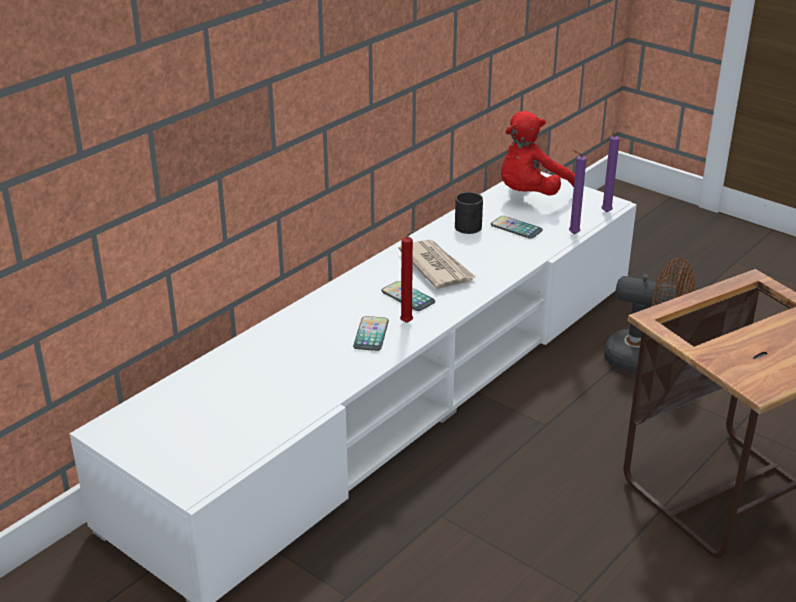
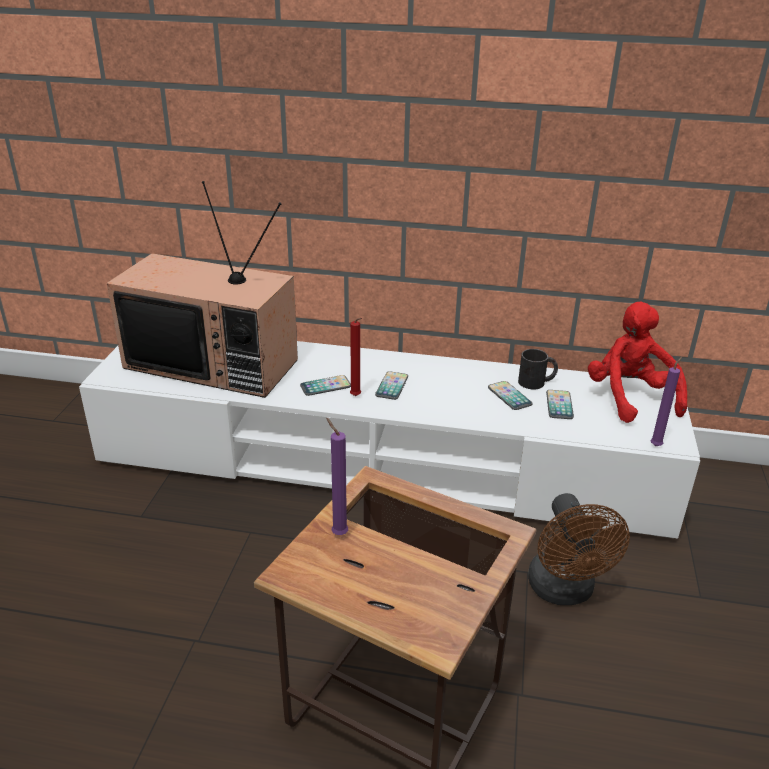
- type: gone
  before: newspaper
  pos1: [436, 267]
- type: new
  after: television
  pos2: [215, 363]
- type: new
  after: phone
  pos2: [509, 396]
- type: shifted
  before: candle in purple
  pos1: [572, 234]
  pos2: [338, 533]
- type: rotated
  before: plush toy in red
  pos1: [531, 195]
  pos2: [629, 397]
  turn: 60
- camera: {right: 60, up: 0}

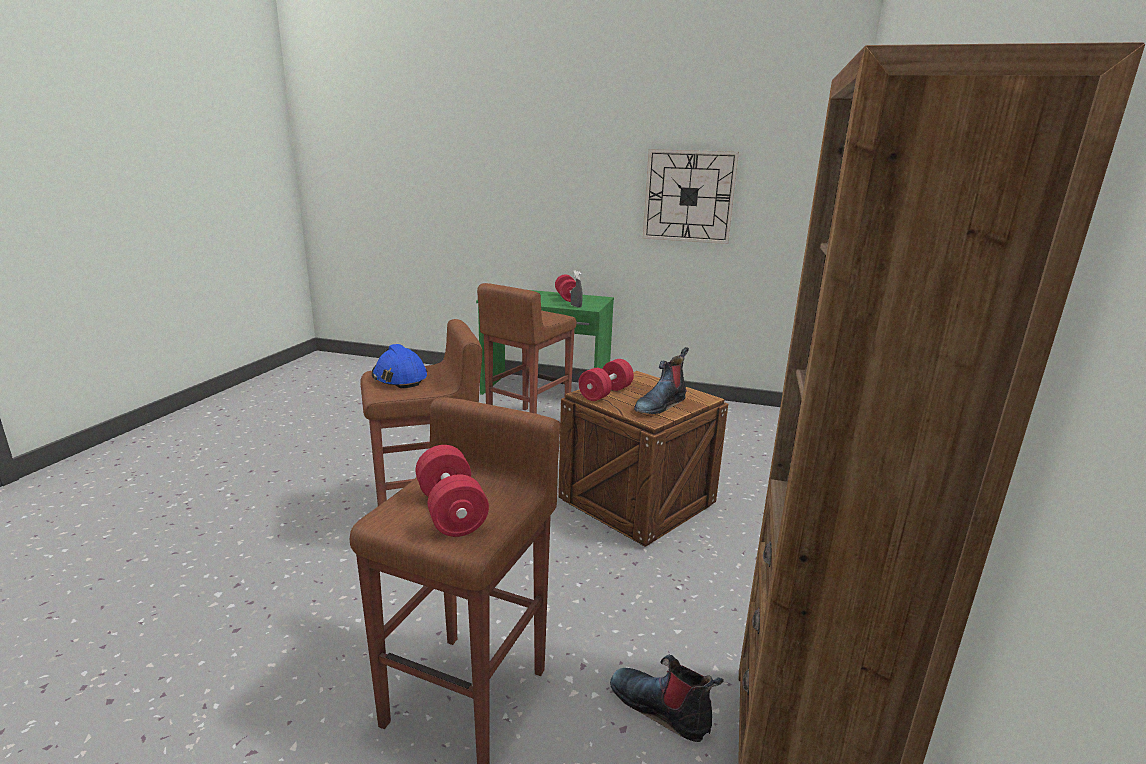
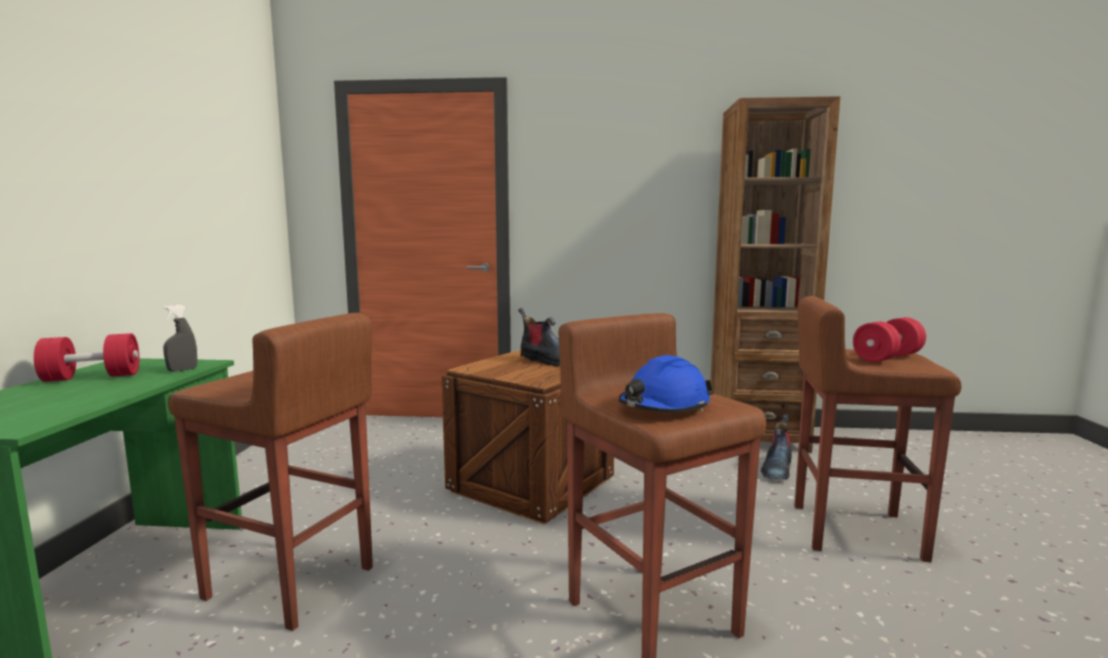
- type: gone
  before: dumbbell in red
  pos1: [605, 393]
- type: gone
  before: wall clock
  pos1: [689, 196]
- camera: {right: -100, up: -10}

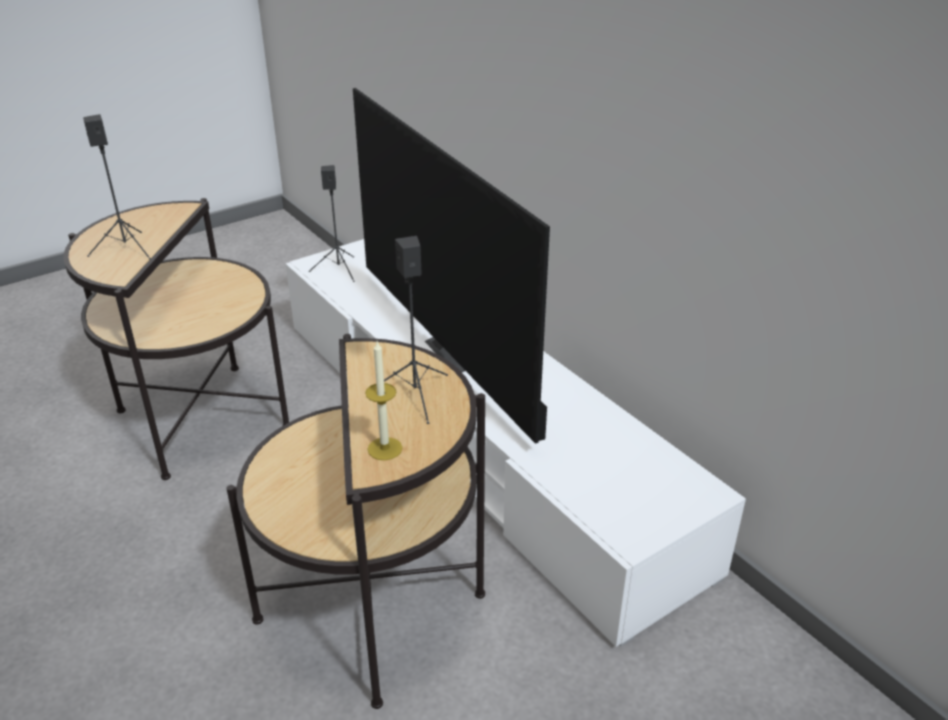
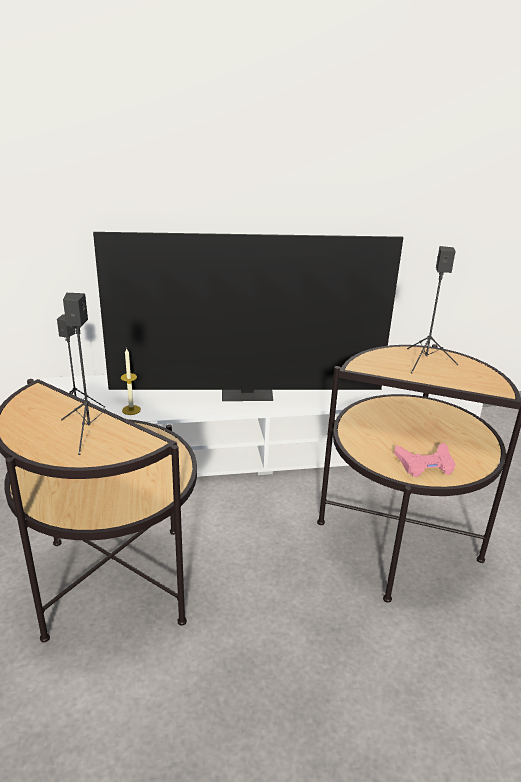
- type: new
  after: game controller in pink
  pos2: [425, 464]
- type: shifted
  before: candle
  pos1: [385, 448]
  pos2: [131, 410]
- camera: {right: -65, up: -5}

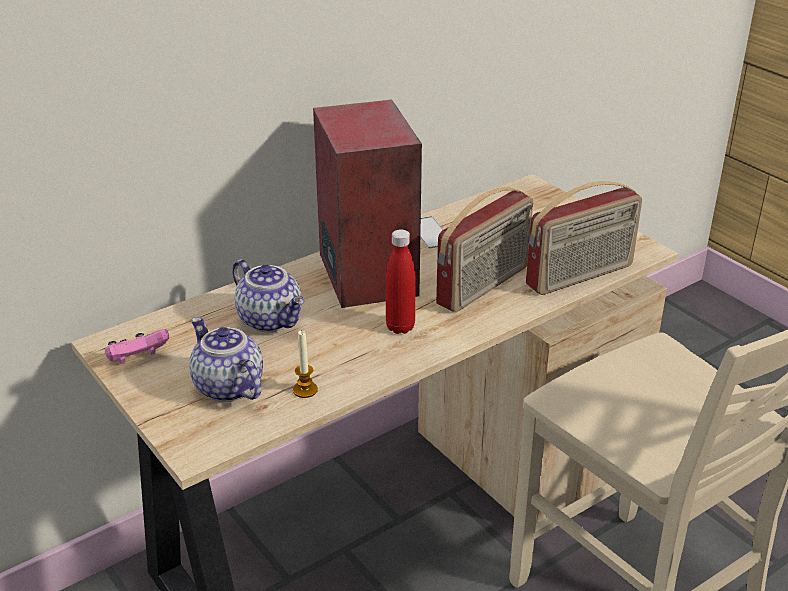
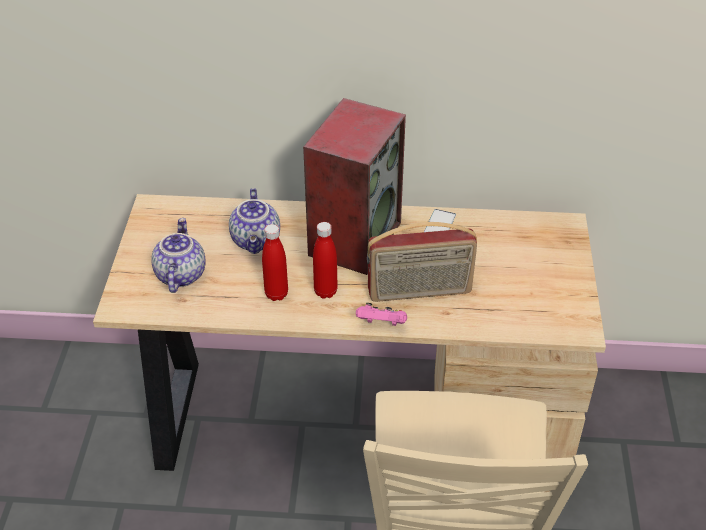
- type: gone
  before: candle
  pos1: [305, 390]
- type: gone
  before: radio
  pos1: [580, 276]
- type: new
  after: bottle in red
  pos2: [276, 294]
- type: shifted
  before: game controller in pink
  pos1: [138, 360]
  pos2: [381, 324]
- camera: {right: 40, up: 10}

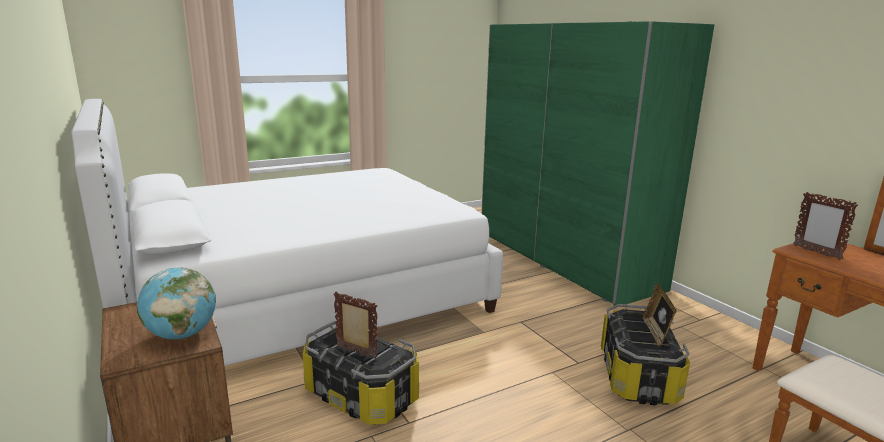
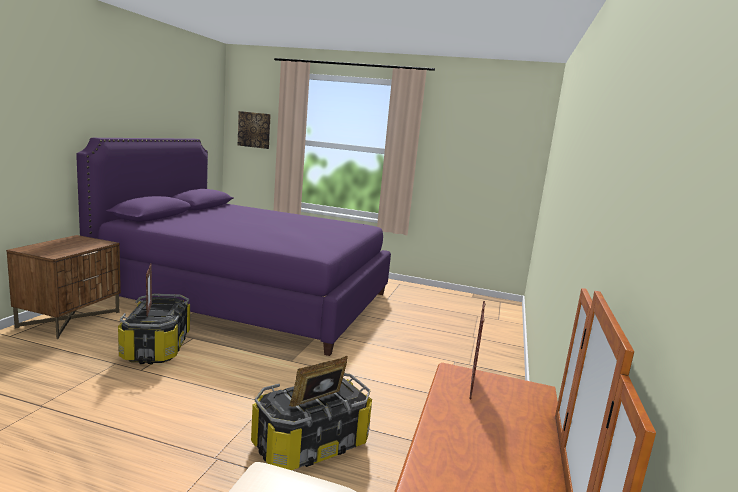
- type: gone
  before: globe
  pos1: [182, 335]
- type: gone
  before: wardrobe in green
  pos1: [563, 259]
- type: new
  after: picture
  pos2: [254, 130]
- type: repainted
  before: bed in white
  after: bed in purple
  pos1: [303, 299]
  pos2: [249, 297]
- camera: {right: 45, up: -5}

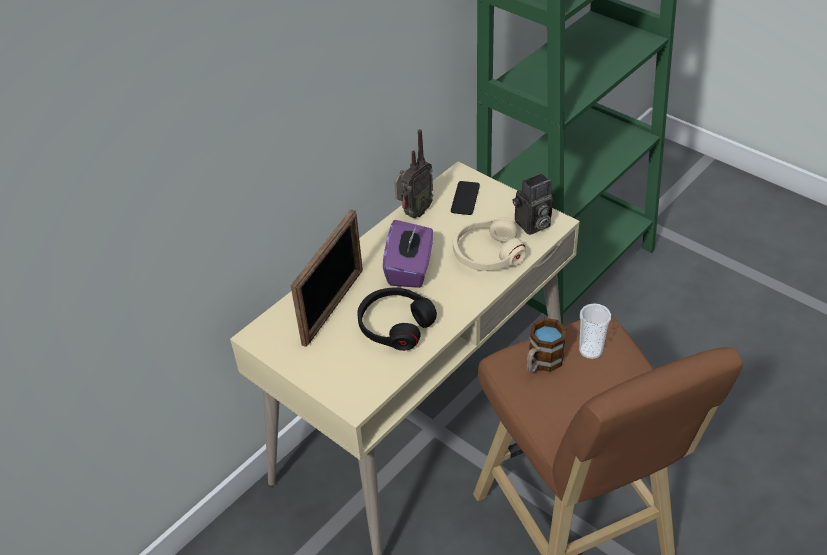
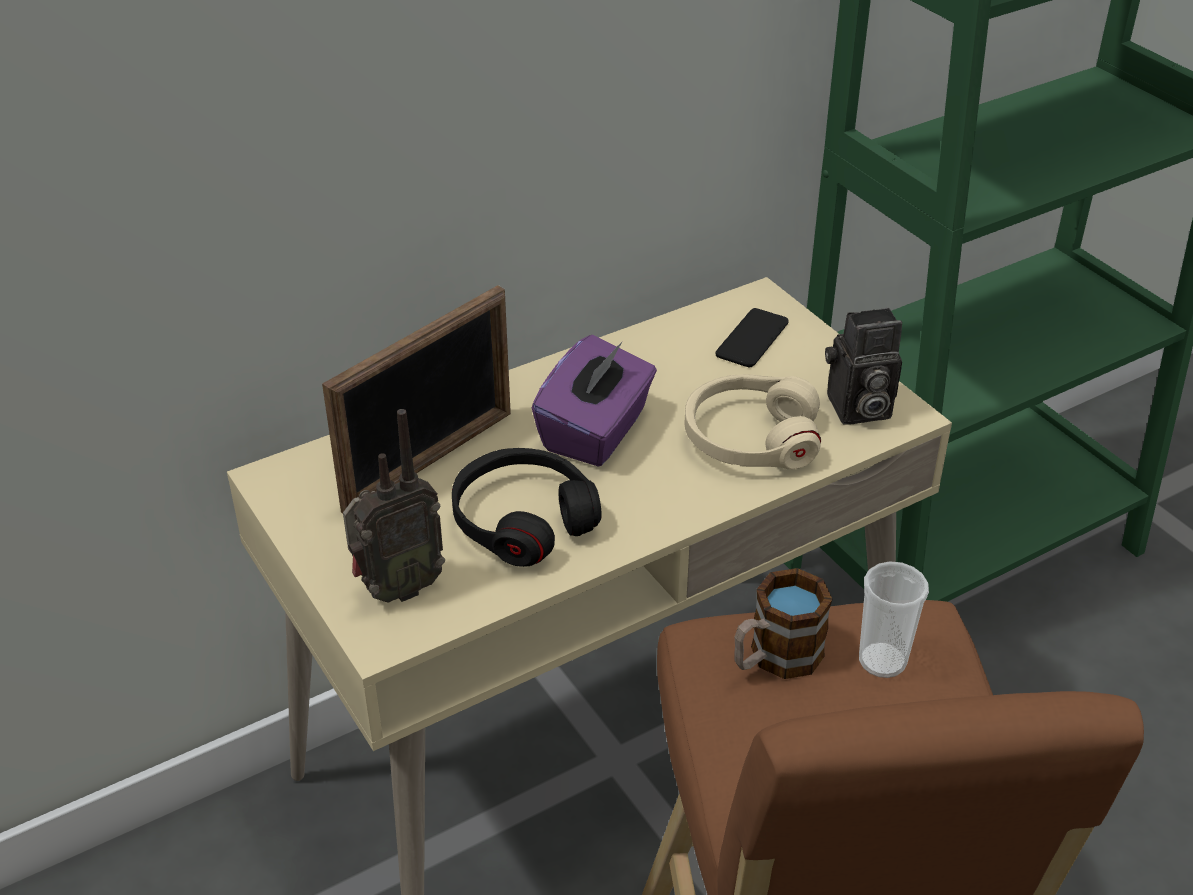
- type: shifted
  before: radio
  pos1: [414, 213]
  pos2: [396, 589]
- camera: {right: 15, up: -5}

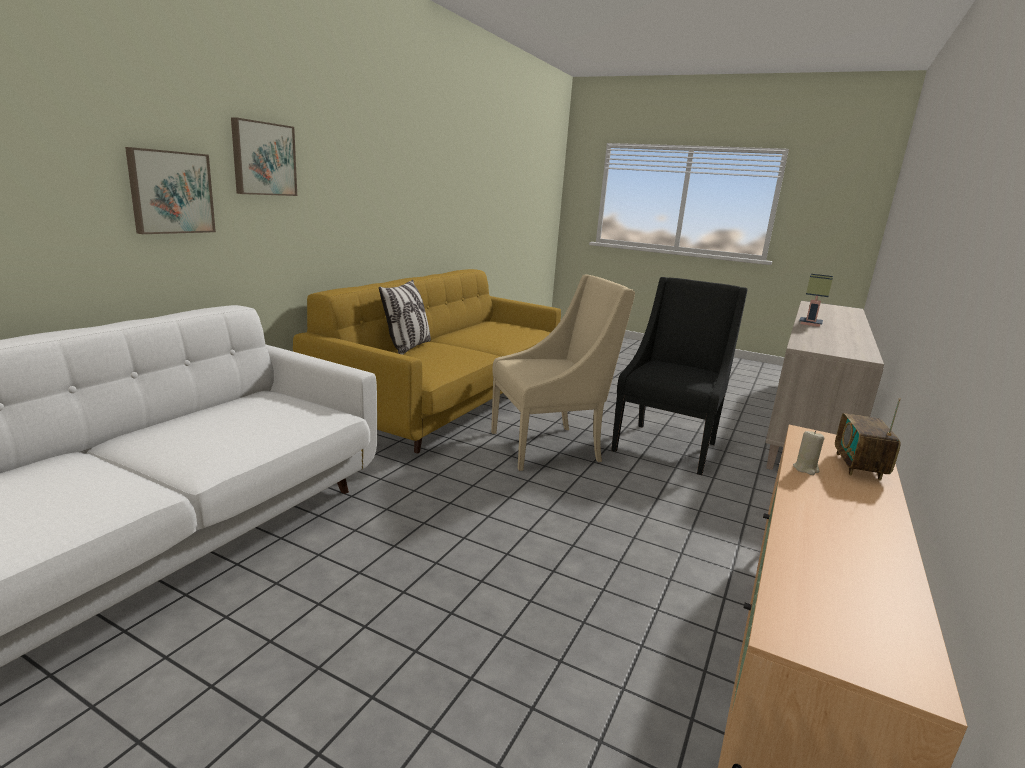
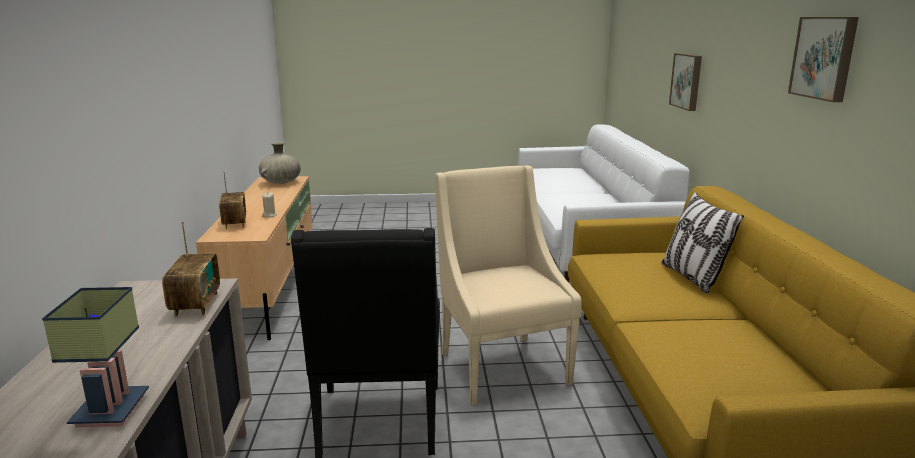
- type: new
  after: radio
  pos2: [195, 304]
- type: new
  after: vase in beige
  pos2: [280, 182]
- type: shifted
  before: picture
  pos1: [263, 159]
  pos2: [825, 58]
- type: rotated
  before: armchair in beige
  pos1: [548, 446]
  pos2: [500, 366]
  turn: 120
- camera: {right: 150, up: 0}

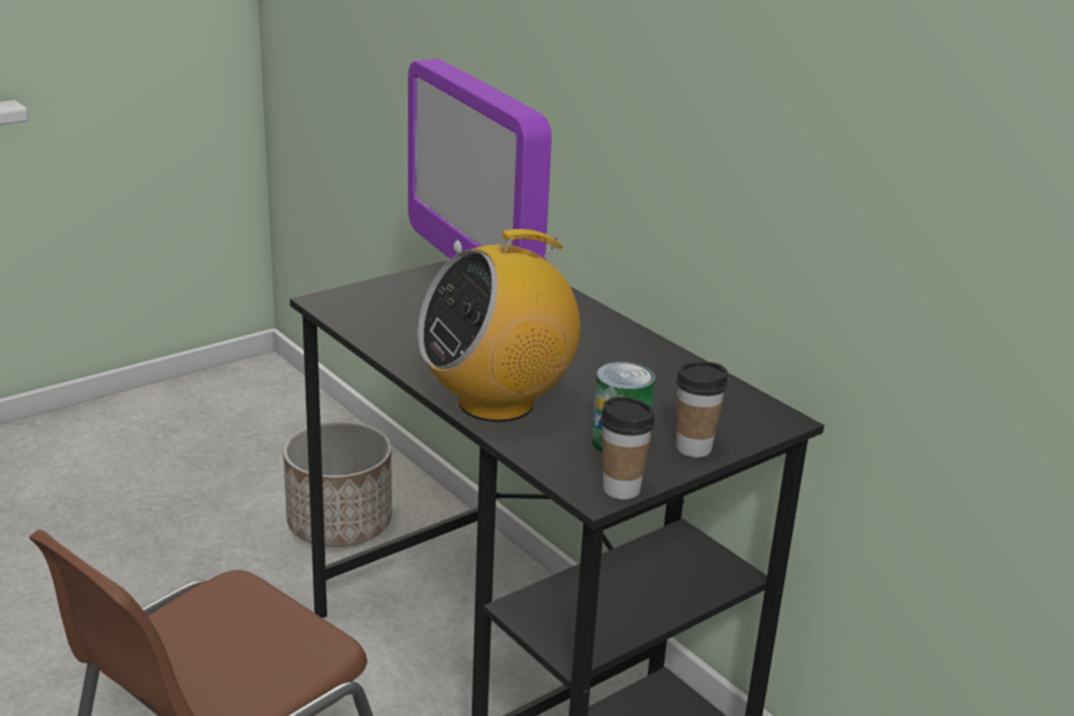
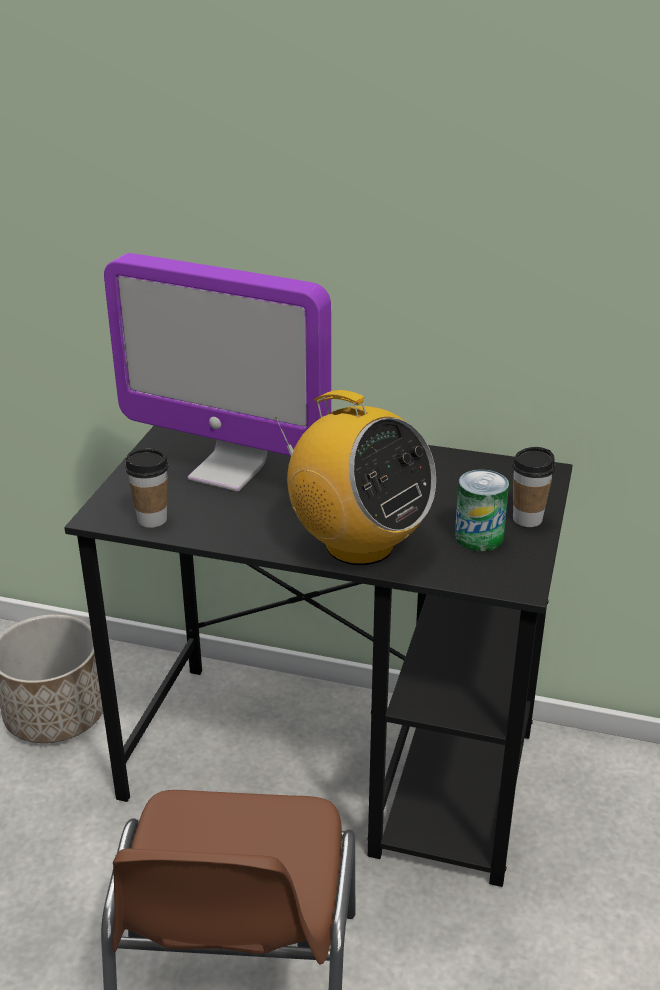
- type: shifted
  before: cup
  pos1: [621, 489]
  pos2: [152, 519]
- type: rotated
  before: radio
  pos1: [497, 402]
  pos2: [358, 545]
  turn: -75
- camera: {right: -35, up: 5}

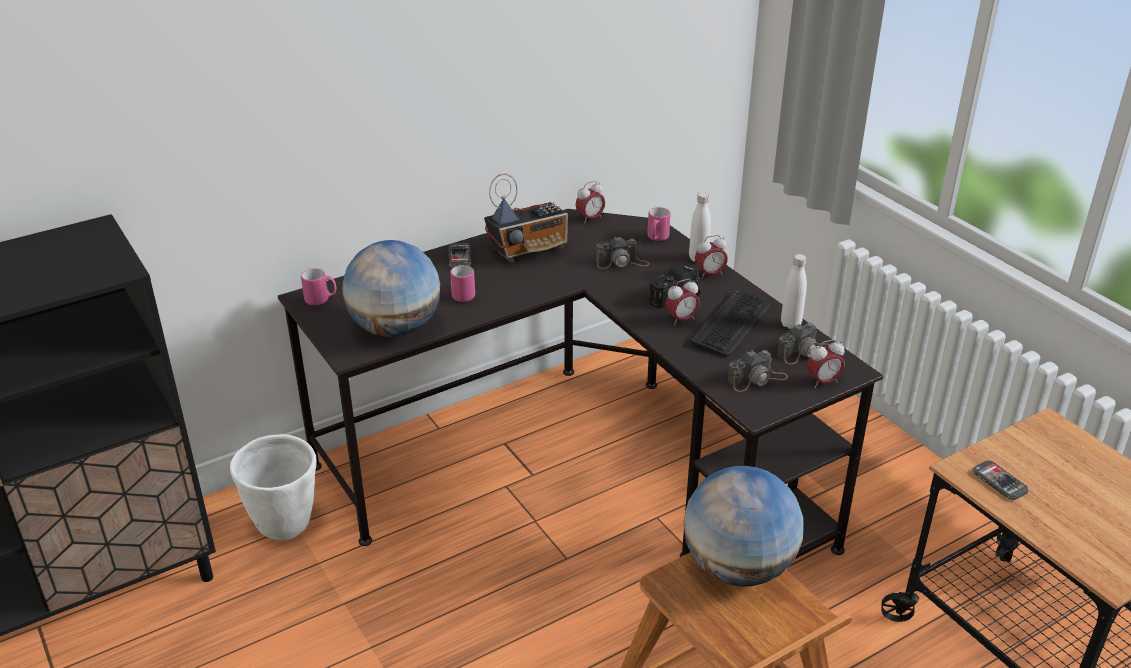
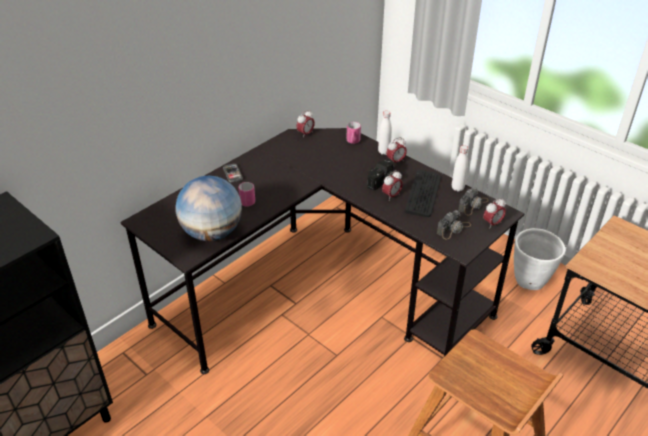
- type: gone
  before: mug in pink
  pos1: [321, 300]
- type: gone
  before: radio
  pos1: [529, 250]
- type: gone
  before: photo camera
  pos1: [622, 262]
- type: gone
  before: globe
  pos1: [738, 567]
- type: gone
  before: phone
  pos1: [999, 481]
- type: shifted
  before: planter in white
  pos1: [285, 526]
  pos2: [530, 281]
- camera: {right: -15, up: 5}

